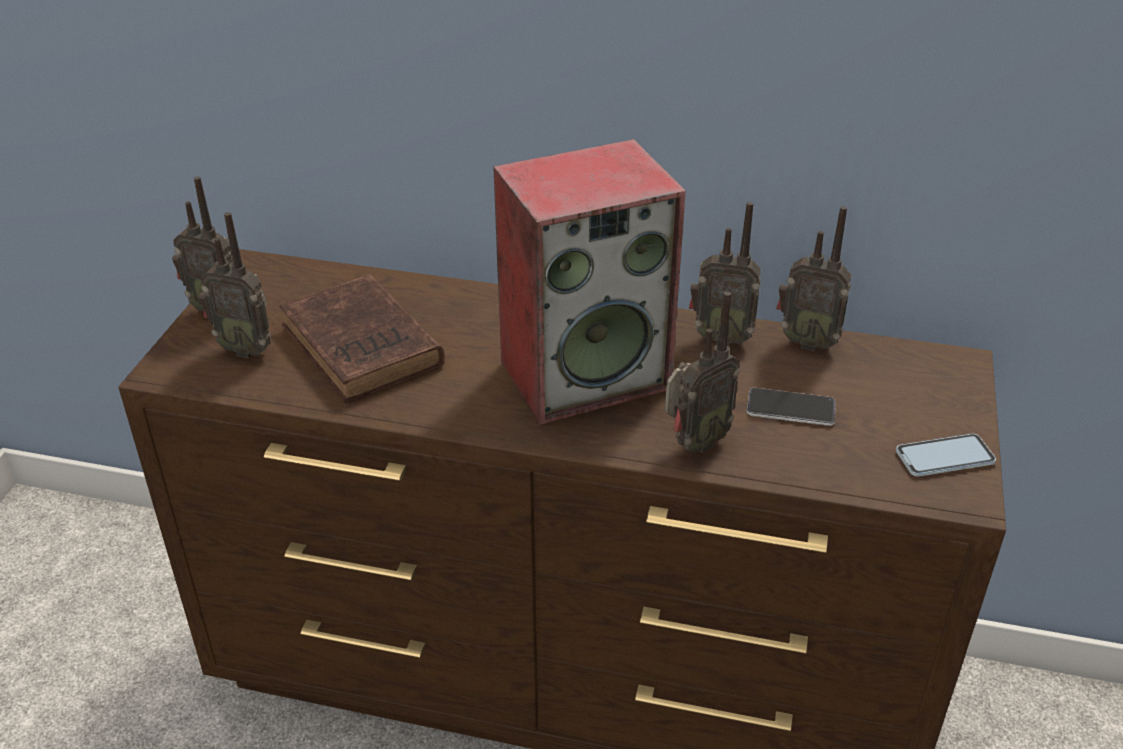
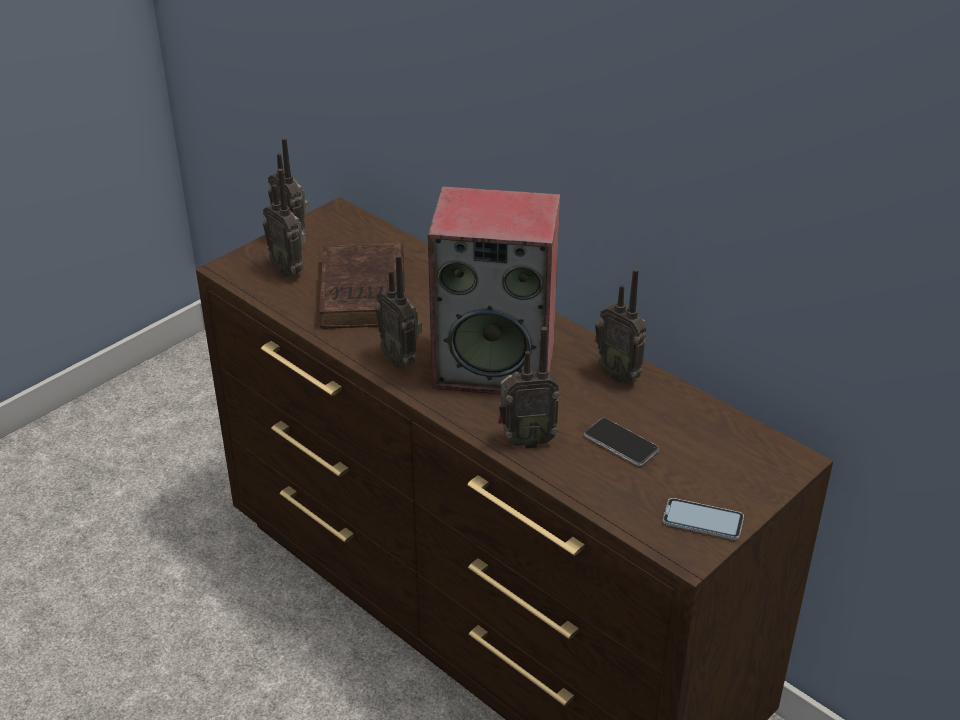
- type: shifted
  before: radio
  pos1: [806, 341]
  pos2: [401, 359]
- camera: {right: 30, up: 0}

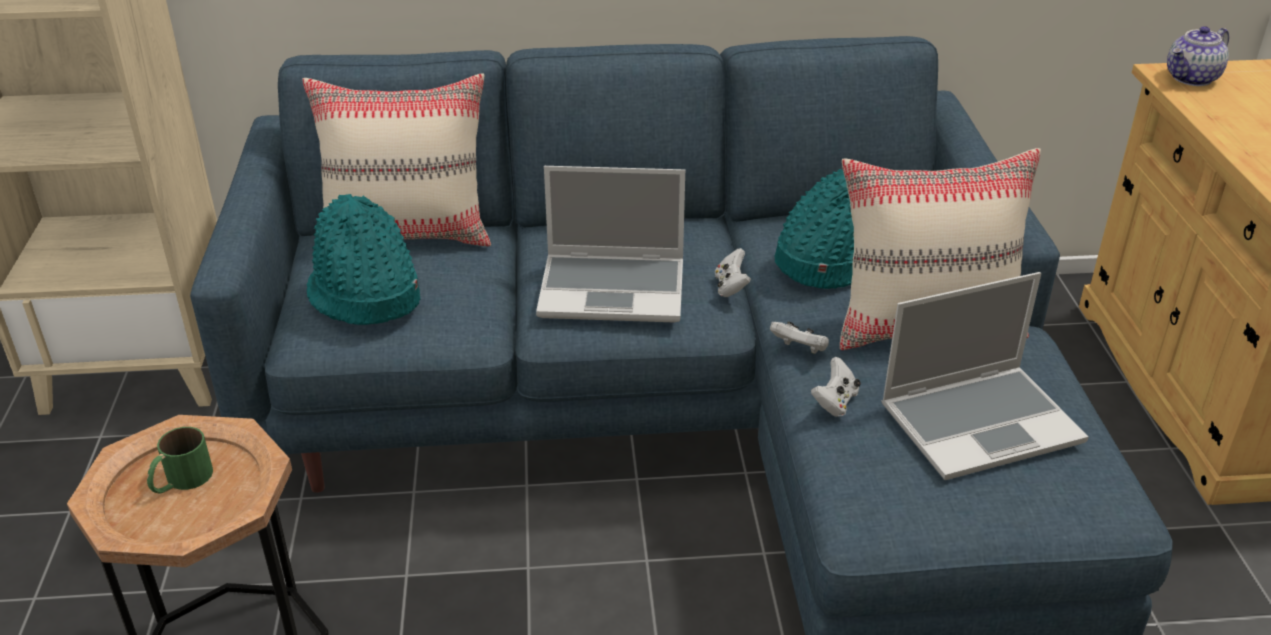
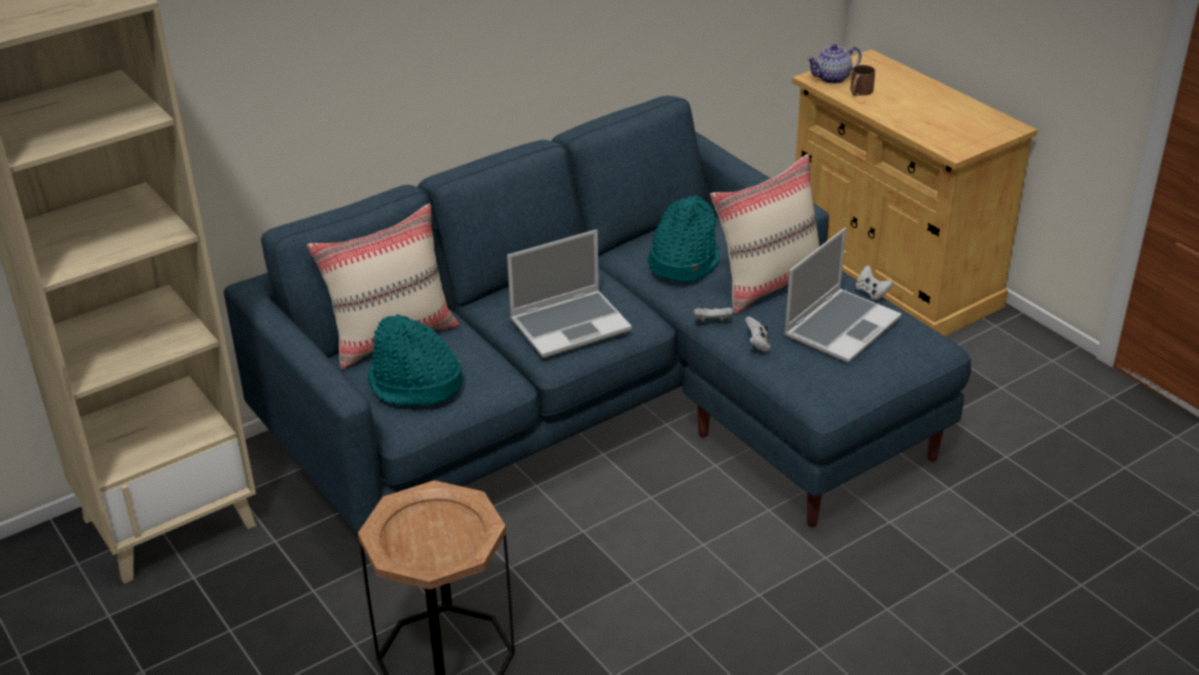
- type: gone
  before: mug in green
  pos1: [180, 481]
- type: new
  after: mug in brown
  pos2: [859, 92]
- type: shifted
  before: game controller in white
  pos1: [731, 287]
  pos2: [871, 293]
- type: rotated
  before: teapot
  pos1: [1192, 78]
  pos2: [832, 78]
  turn: 45
- camera: {right: -30, up: 0}

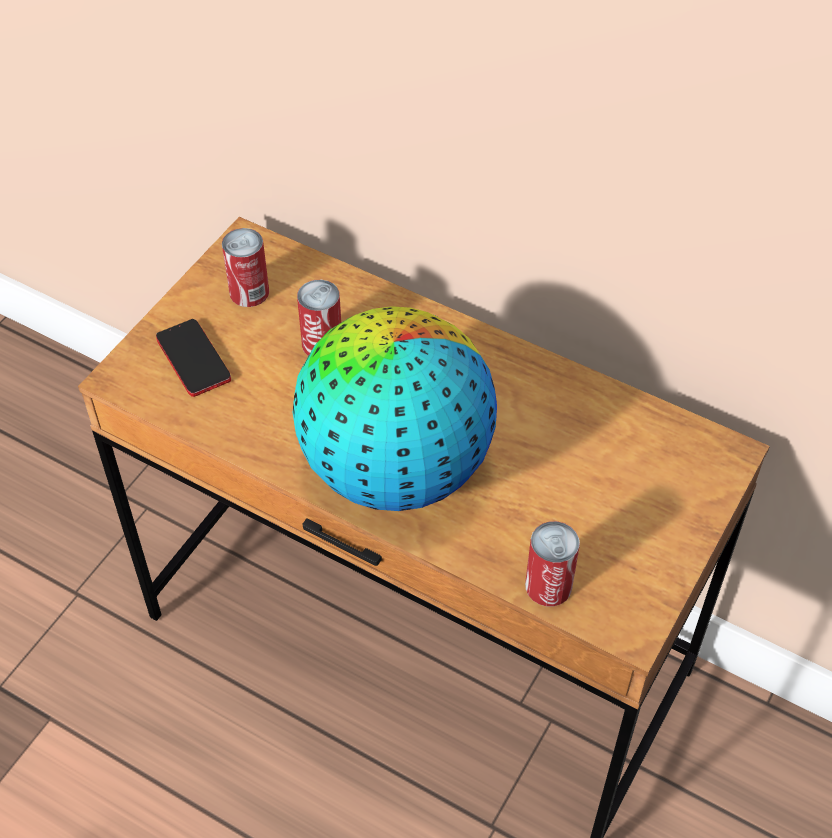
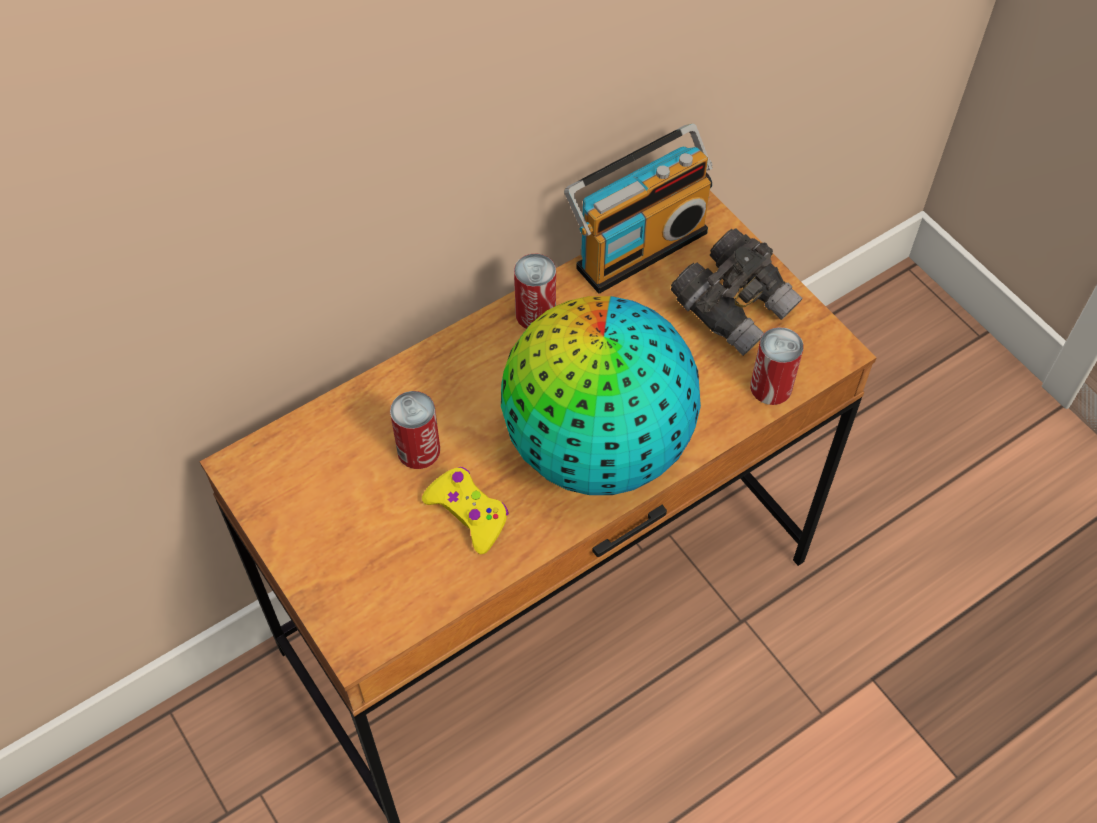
- type: gone
  before: phone
  pos1: [193, 359]
- type: new
  after: game controller in yellow
  pos2: [468, 513]
- type: new
  after: radio
  pos2: [638, 246]
- type: new
  after: binoculars in grey
  pos2: [734, 307]
- type: shifted
  before: can
  pos1: [249, 292]
  pos2: [535, 314]
- camera: {right: -65, up: 5}

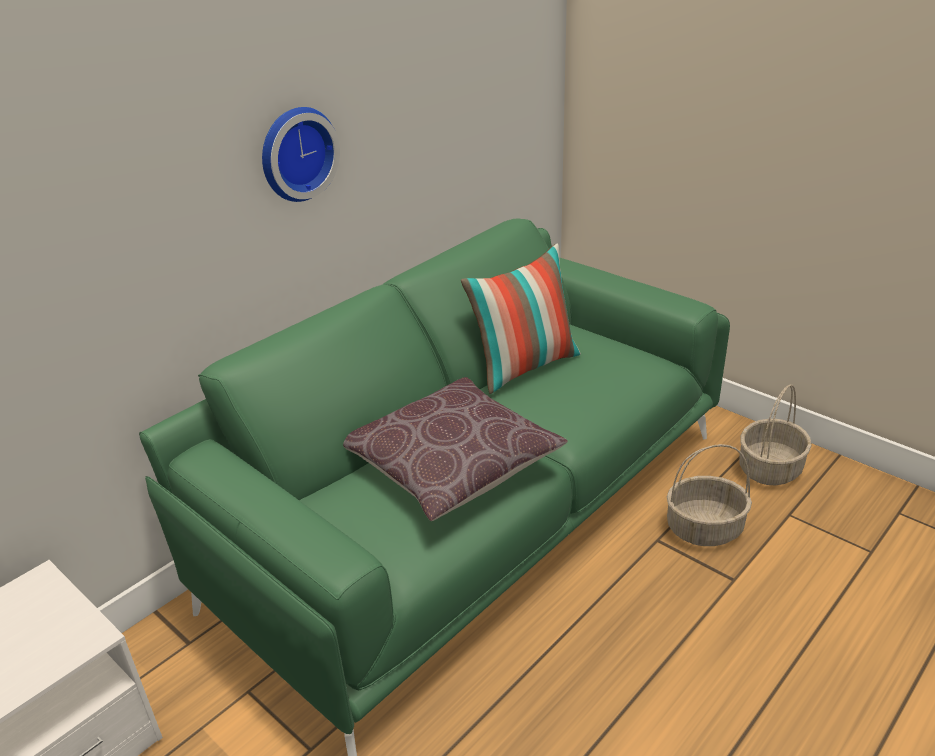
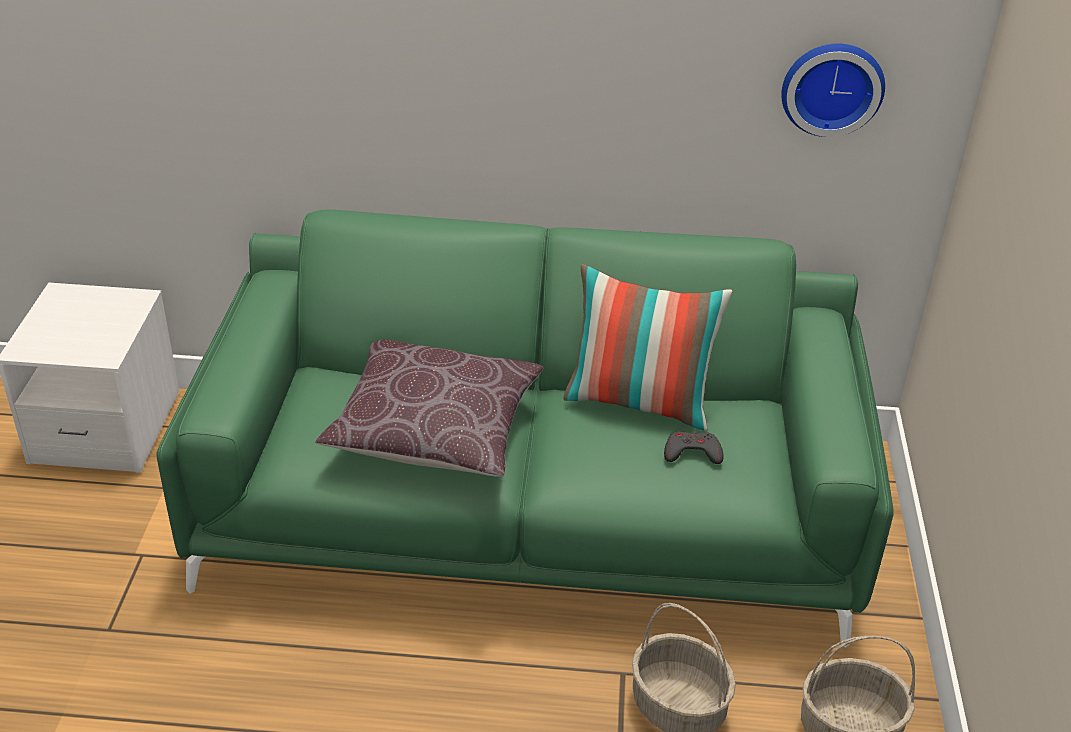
- type: new
  after: game controller in grey
  pos2: [692, 452]
- type: shifted
  before: wall clock
  pos1: [296, 153]
  pos2: [832, 86]
- camera: {right: 50, up: 5}

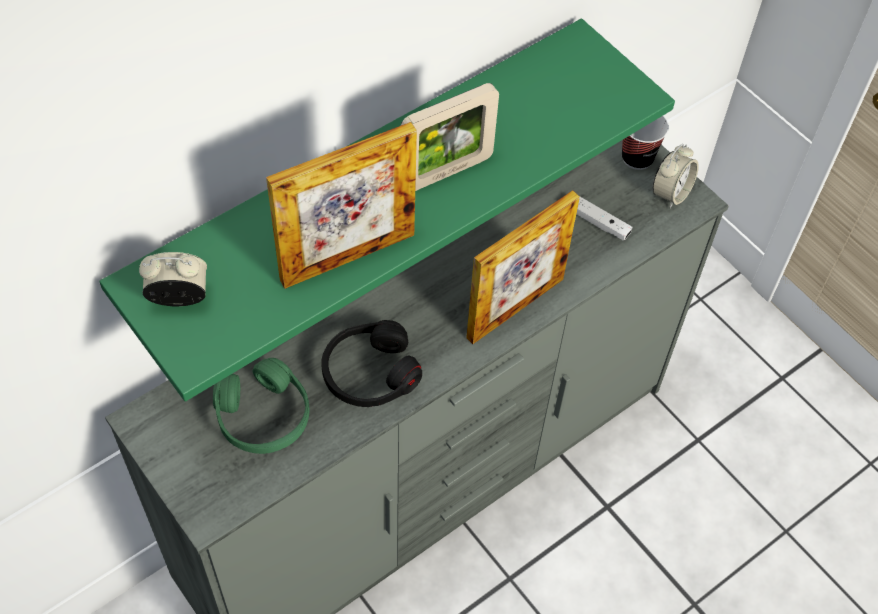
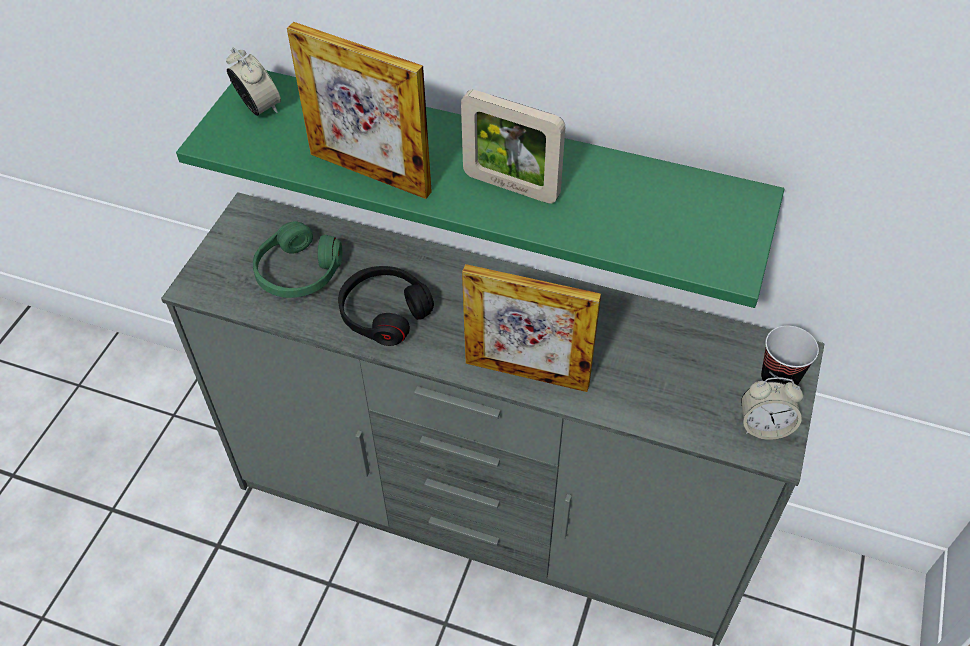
- type: gone
  before: game controller in white
  pos1: [599, 223]
- camera: {right: 60, up: -5}

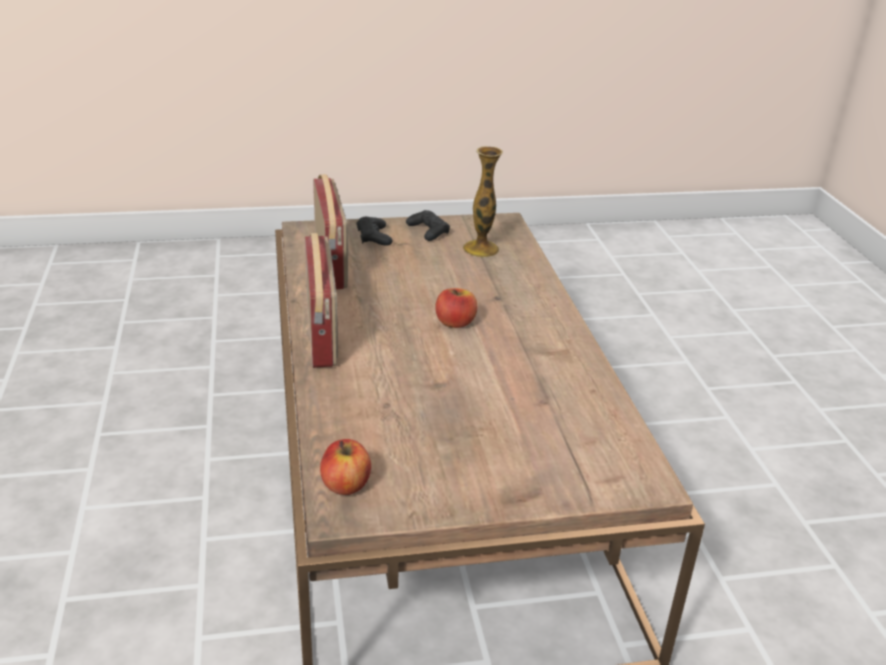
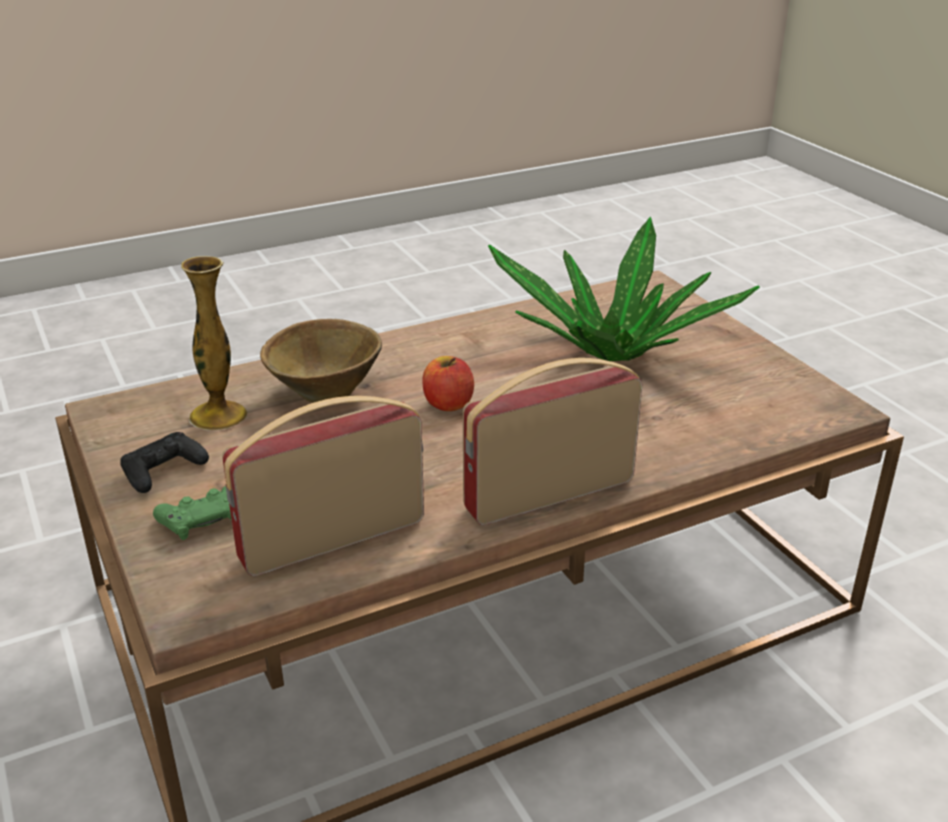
- type: gone
  before: apple
  pos1: [346, 485]
- type: new
  after: bowl in brown
  pos2: [326, 391]
- type: new
  after: potted plant
  pos2: [611, 353]
- type: repainted
  before: game controller in black
  after: game controller in green
  pos1: [374, 237]
  pos2: [203, 519]
- camera: {right: -105, up: 0}

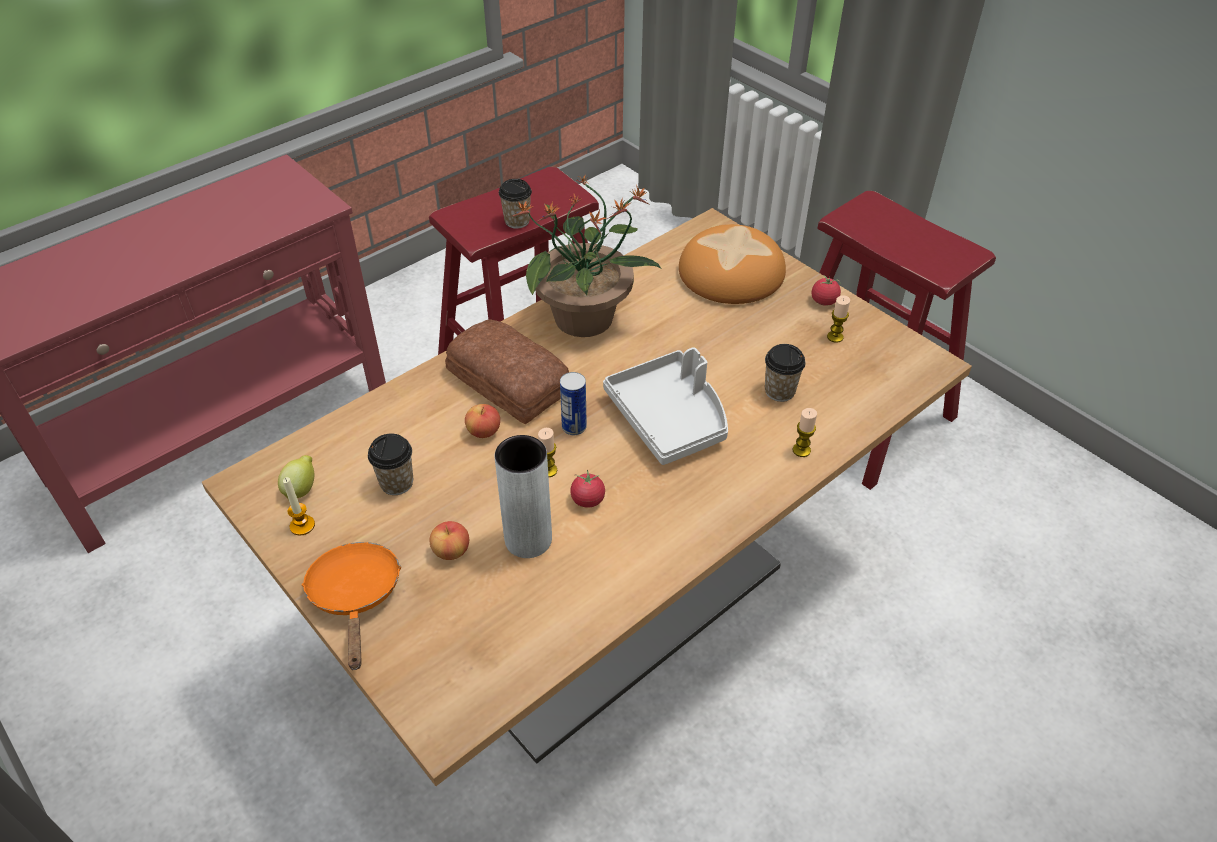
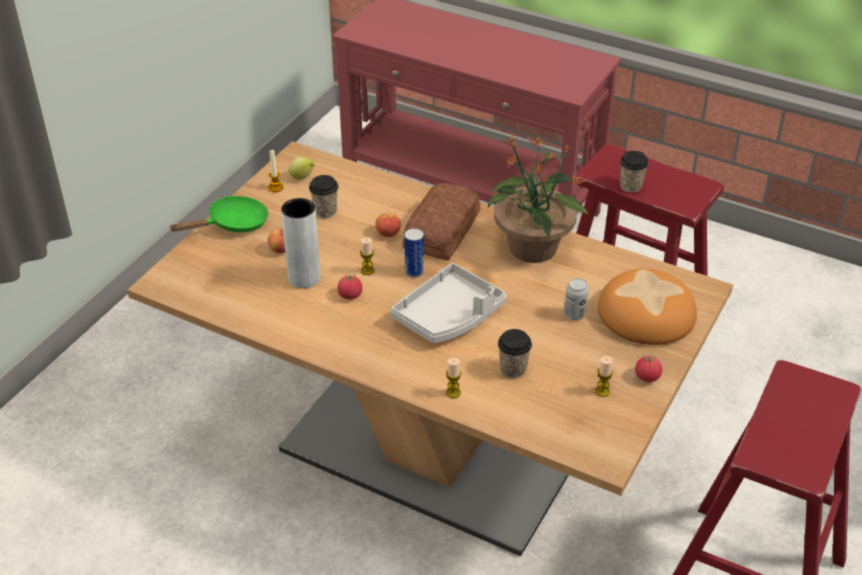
- type: new
  after: can
  pos2: [574, 314]
- type: repainted
  before: frying pan in orange
  after: frying pan in green
  pos1: [356, 597]
  pos2: [233, 224]
- camera: {right: 70, up: -5}

